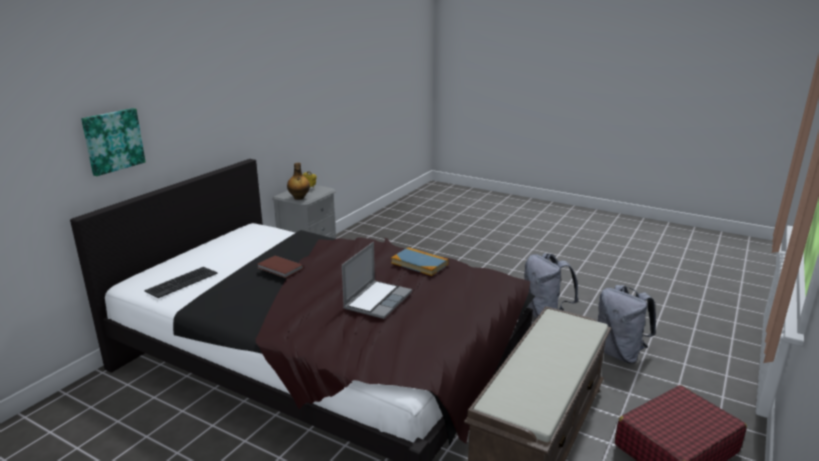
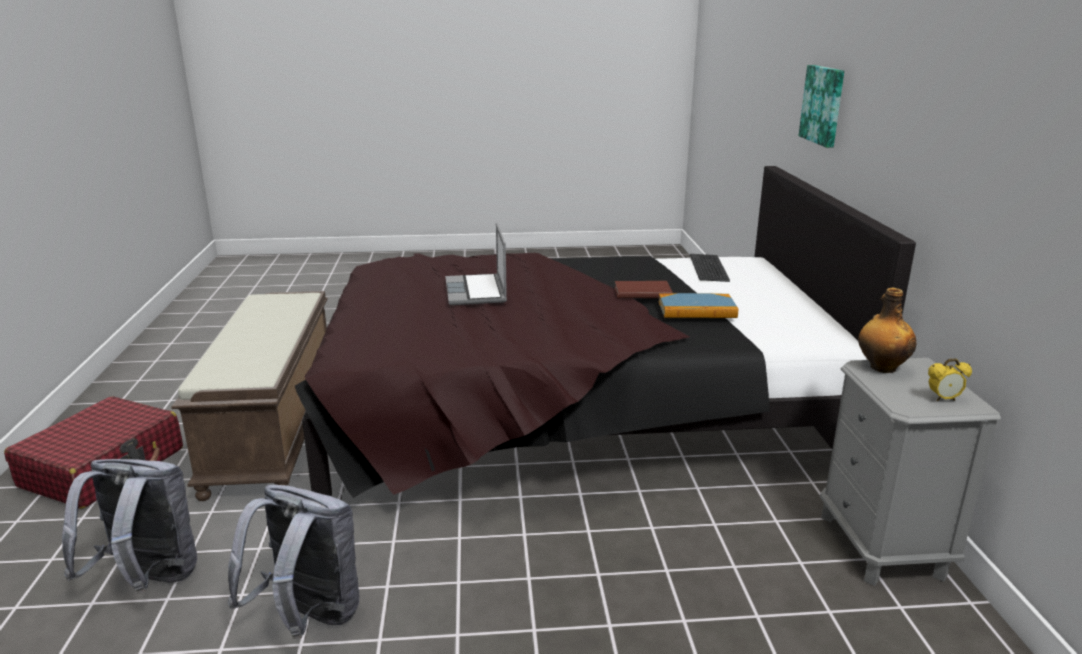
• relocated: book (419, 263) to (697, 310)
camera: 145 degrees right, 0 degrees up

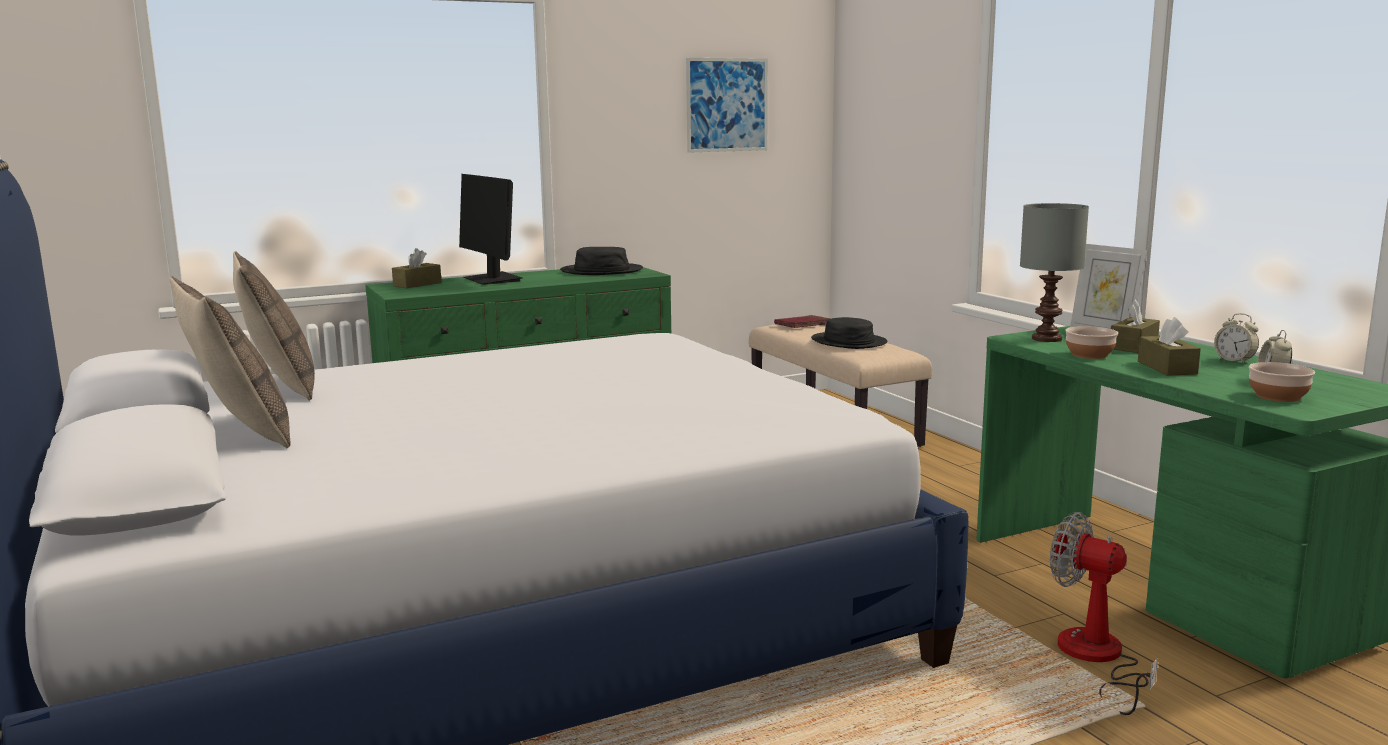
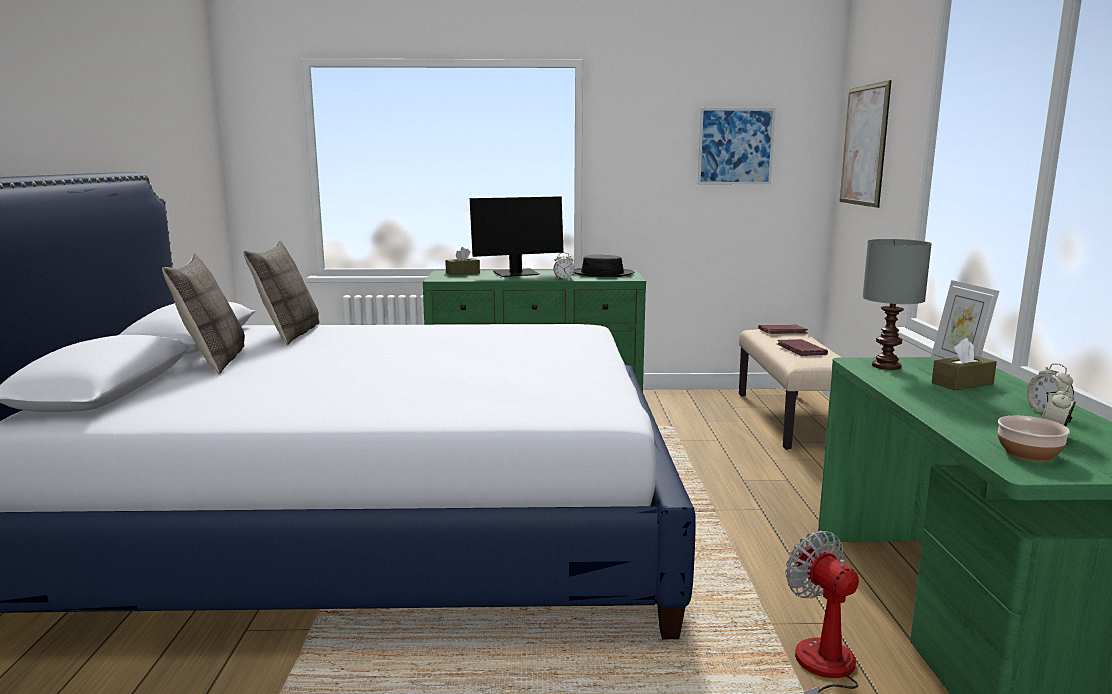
• spun: monitor (492, 279) = (516, 274) 105 degrees counterclockwise
• exchanged: black_hat (848, 342) to red_book (801, 350)
• missing: bowl (1089, 354)
• missing: brown_tissue_box (1167, 368)
• appeared: alarm_clock (563, 279)
• appeared: picture (864, 145)
camera: 25 degrees right, 0 degrees up

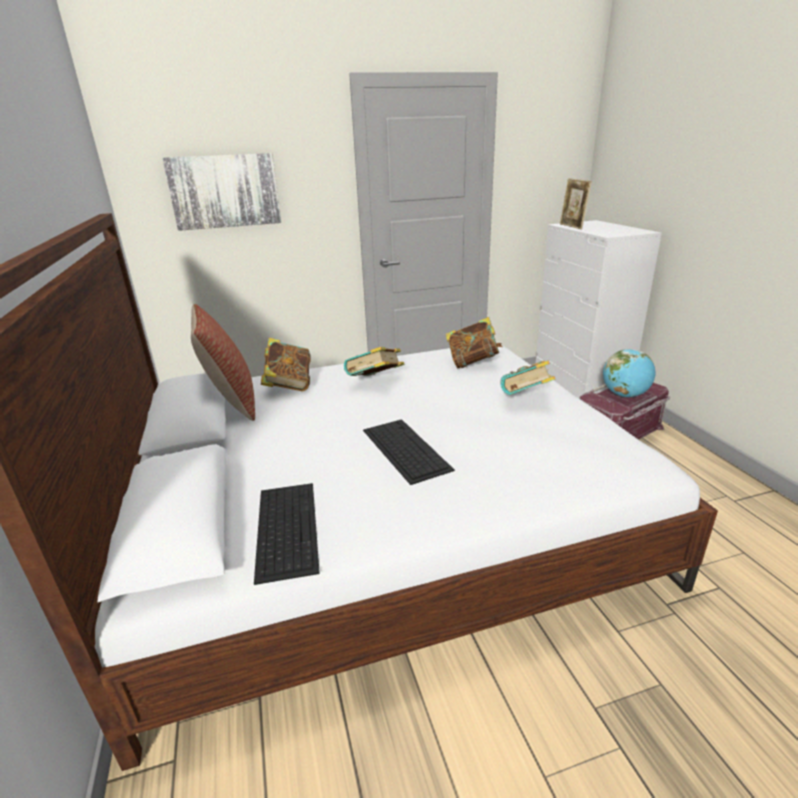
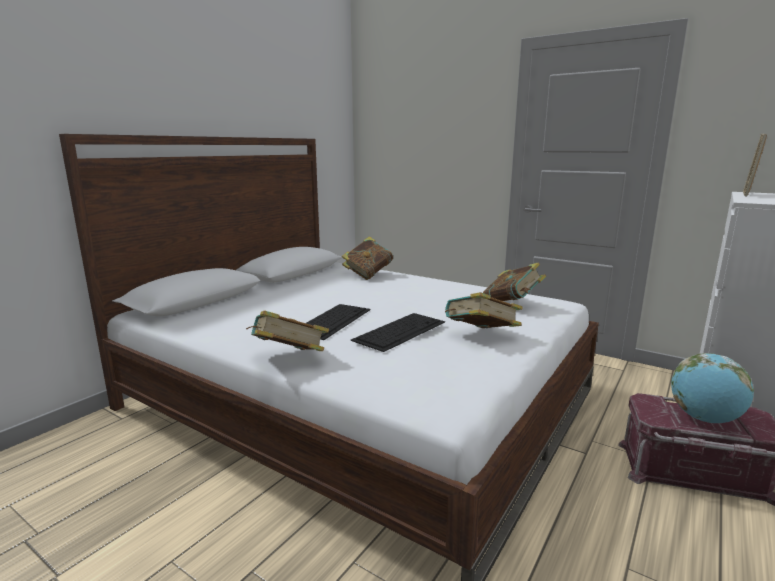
• missing: picture (225, 191)
• missing: pillow (231, 402)
• relocated: keyboard (286, 527) to (400, 330)
• relocated: book (375, 383) to (288, 359)
camera: 50 degrees right, 10 degrees down

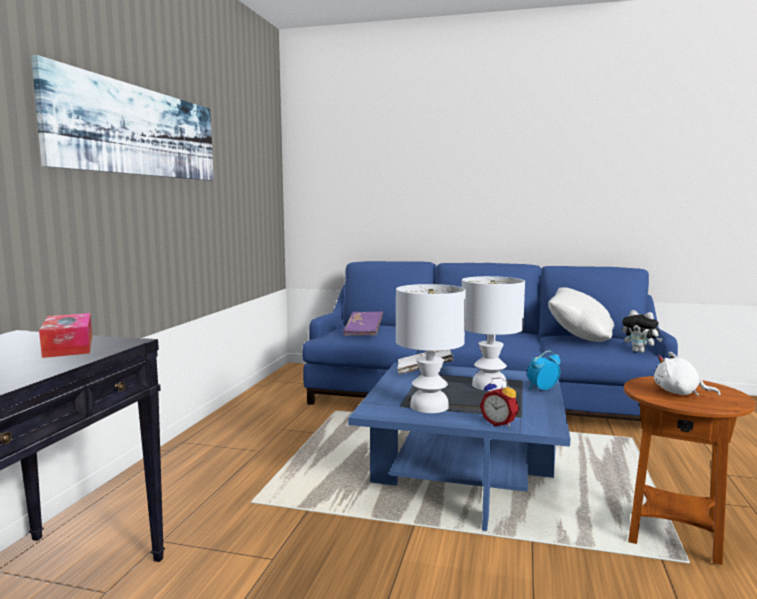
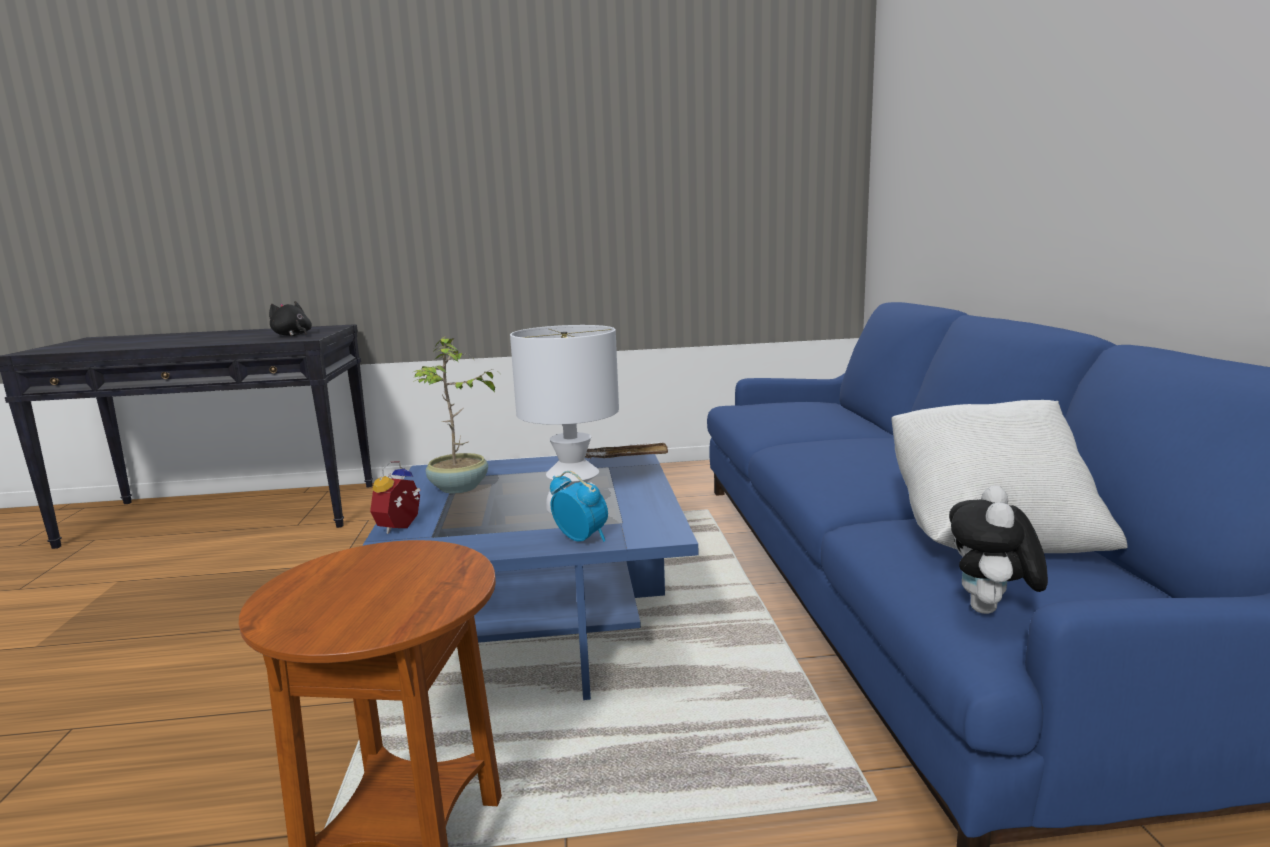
• missing: picture (140, 131)
• exchanged: tissue_box (68, 346) to black_plush_toy (292, 335)
• missing: purple_book (364, 331)
• exchanged: white_table_lamp (428, 406) to potted_plant (459, 488)
• missing: white_plush_toy (679, 393)
camera: 70 degrees right, 5 degrees up

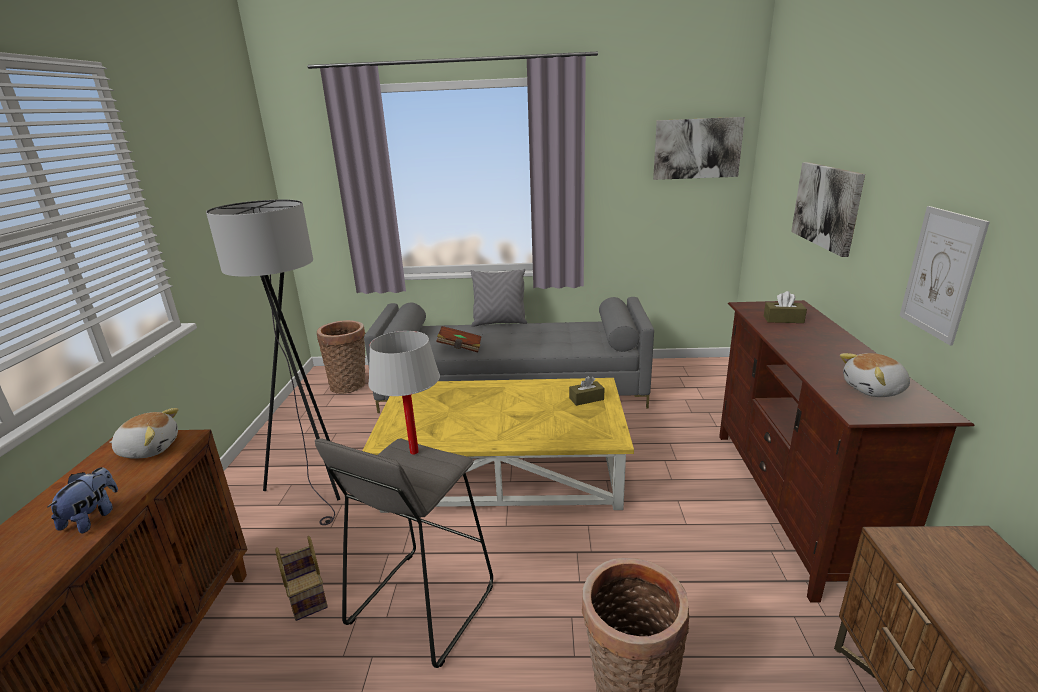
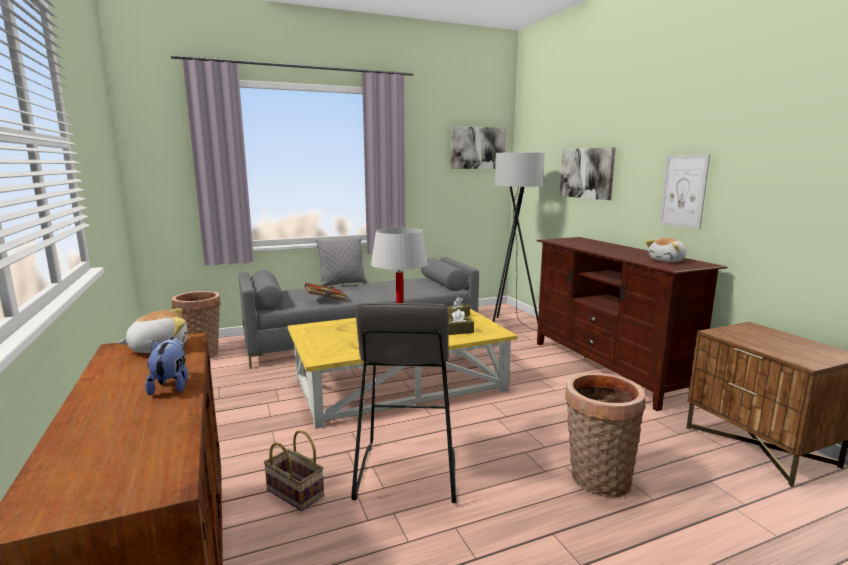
• relocated: grey_floor_lamp (317, 483) to (513, 326)
• relocated: brown_tissue_box (783, 319) to (458, 331)
camera: 25 degrees left, 10 degrees down

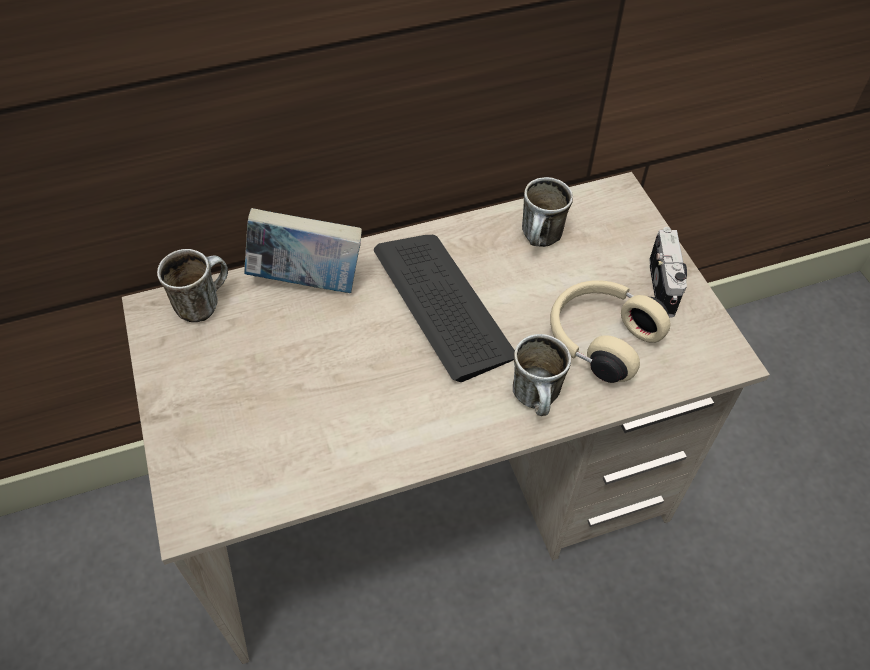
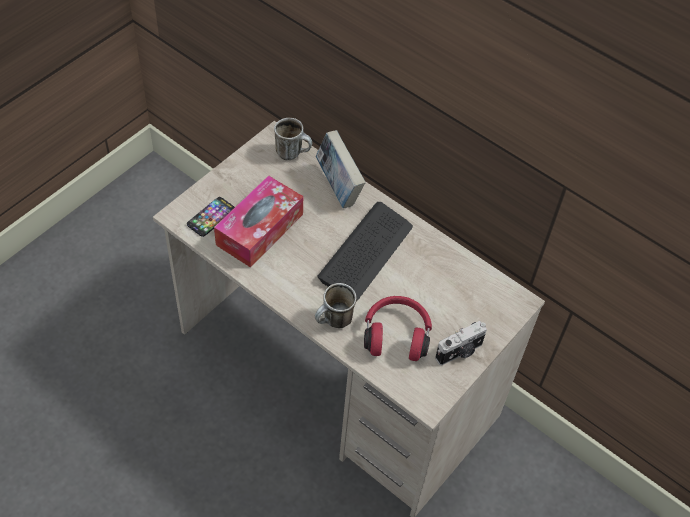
• missing: mug (541, 241)
• colour: beige_headphones (600, 339) to red_headphones (396, 334)
• appeared: phone (211, 217)
• appeared: tissue_box (260, 229)
camera: 55 degrees right, 0 degrees up

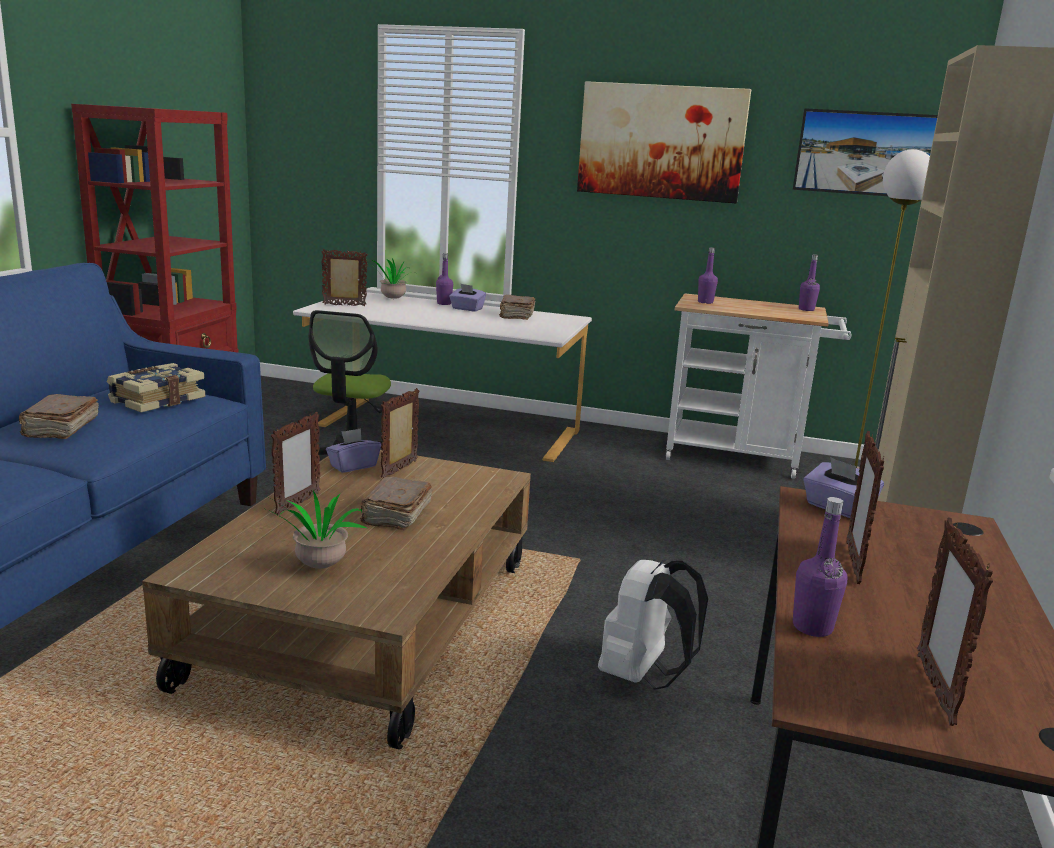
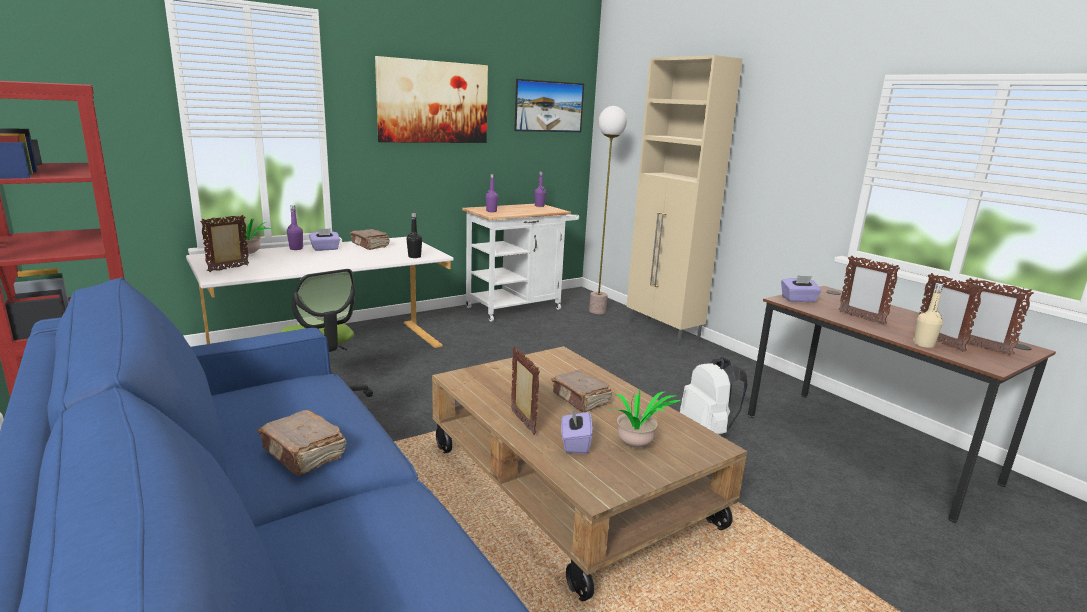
• missing: book (156, 400)
• relocated: purple_tissue_box (353, 466) to (575, 444)
• relocated: picture_frame (400, 470) to (938, 342)
• colour: purple_bottle (812, 627) to beige_bottle (923, 345)
• appeared: black_bottle (414, 256)
camera: 50 degrees left, 0 degrees up

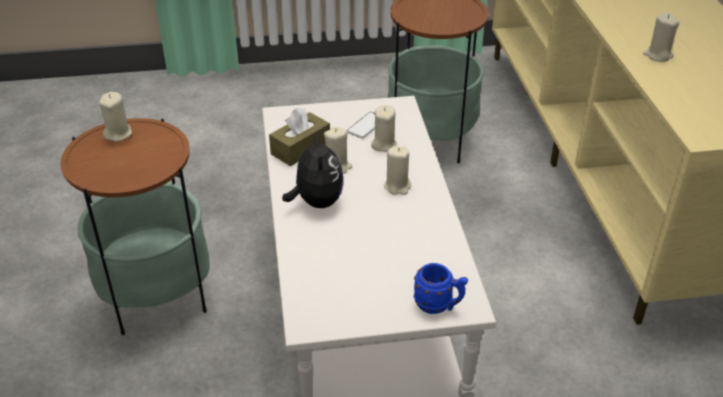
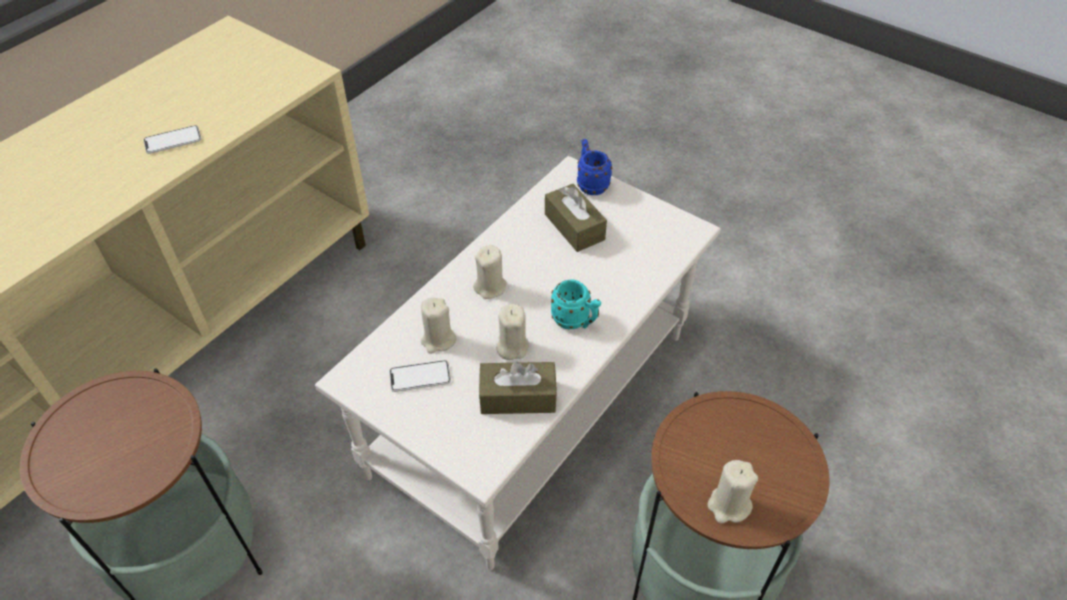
• exchanged: plush_toy (316, 202) to turquoise_mug (575, 321)
• exchanged: beige_candle (657, 55) to phone (173, 140)
• appeared: brown_tissue_box (574, 227)
camera: 135 degrees left, 10 degrees up

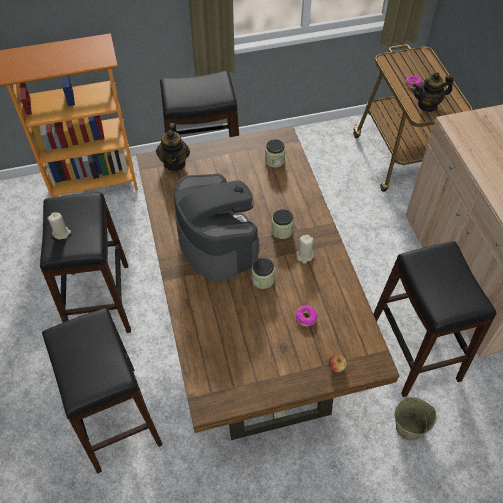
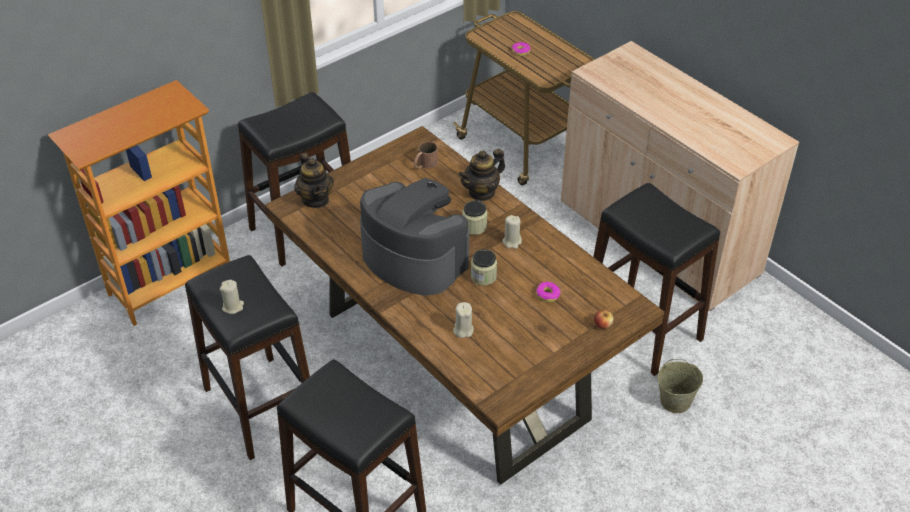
• exchanged: jar (274, 160) to brown_mug (424, 164)
• relocated: teapot (427, 105) to (482, 192)
• appeared: beige_candle (463, 330)
camera: 25 degrees left, 10 degrees down

